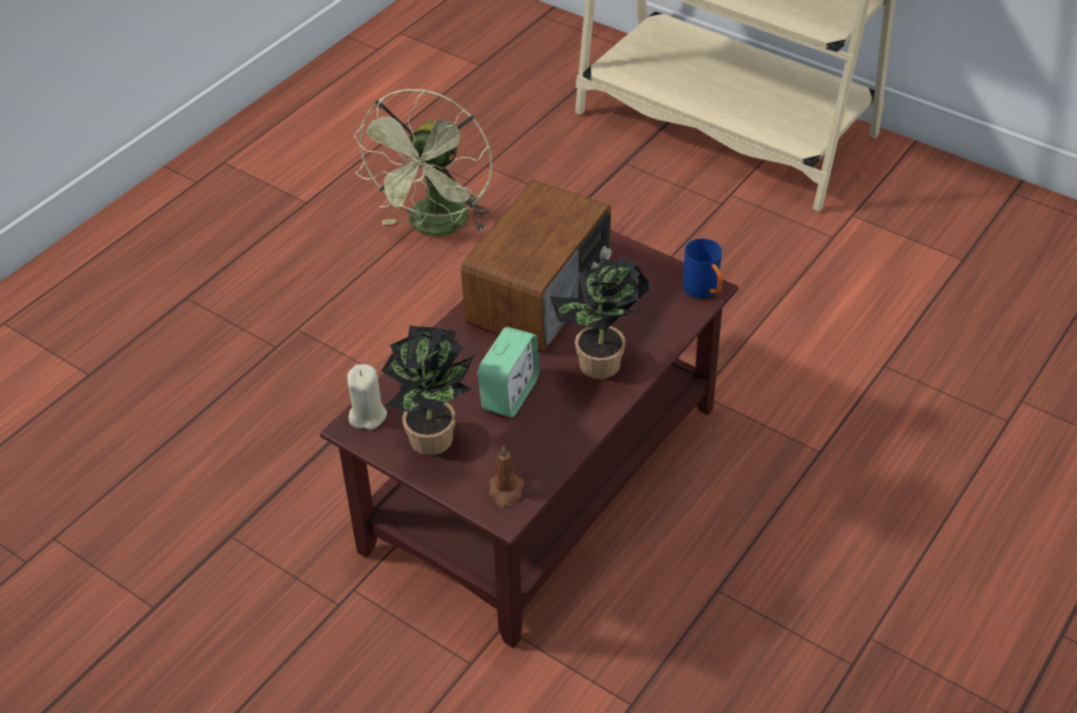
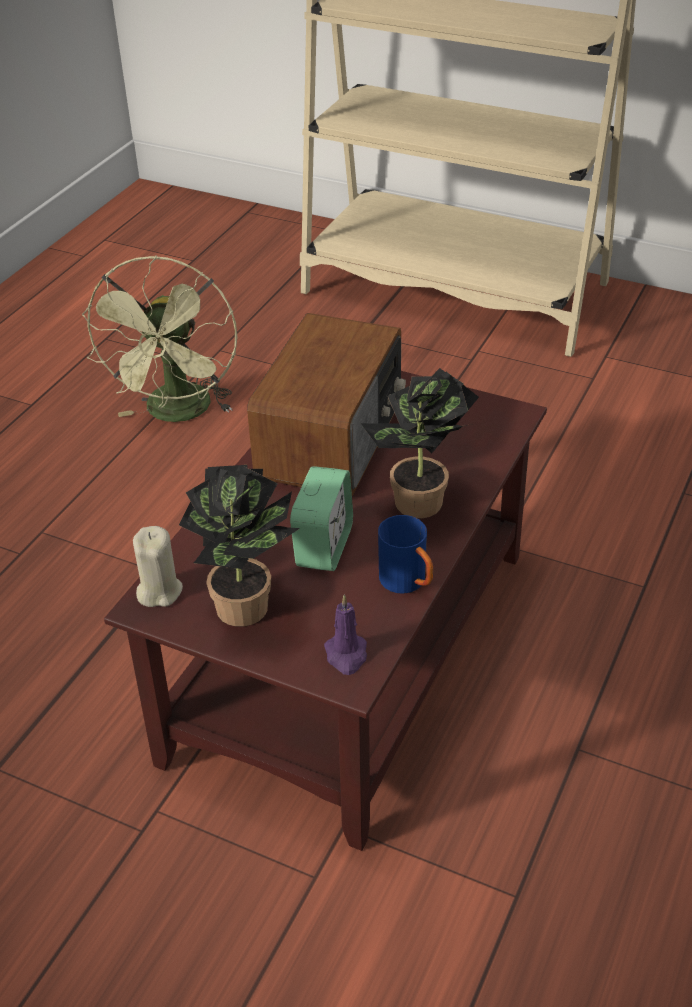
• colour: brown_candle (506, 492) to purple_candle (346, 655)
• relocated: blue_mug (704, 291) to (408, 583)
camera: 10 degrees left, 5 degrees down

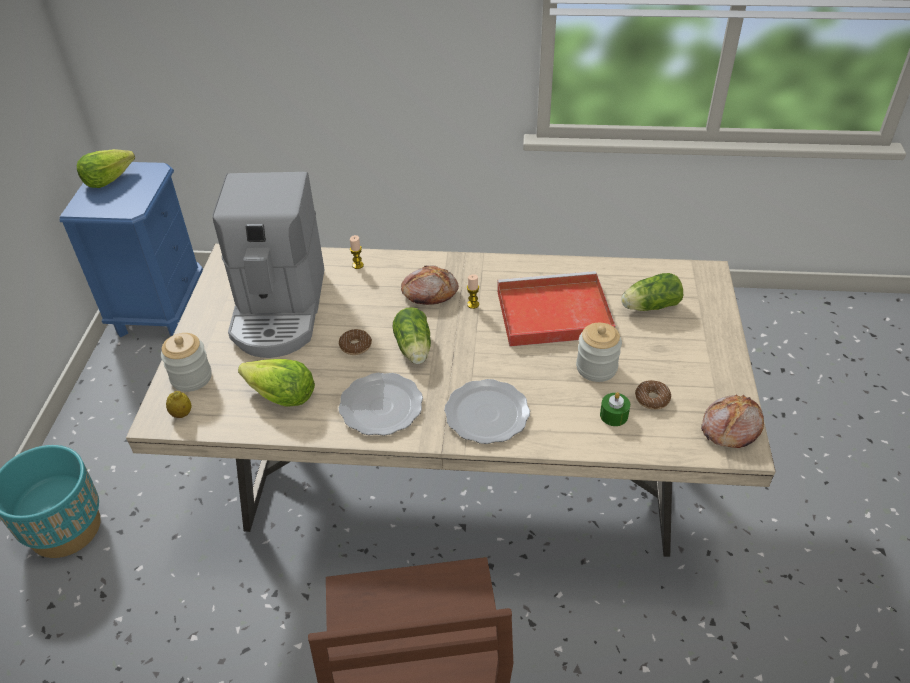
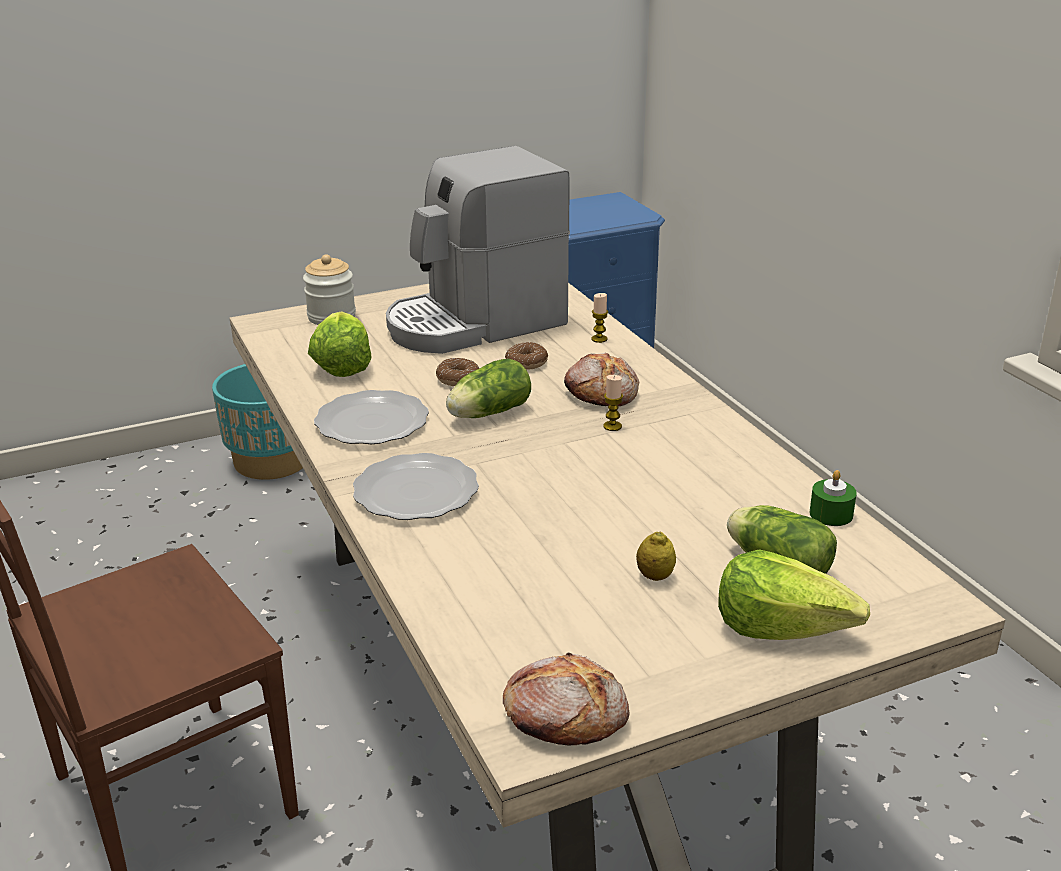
• relocated: lettuce (108, 179) to (782, 627)
• relocated: lemon (181, 414) to (655, 576)
• missing: red_tray (551, 314)
• missing: jar (596, 368)
• relocated: green_candle (614, 415) to (831, 514)
• relocated: donut (652, 399) to (526, 363)
camera: 60 degrees right, 15 degrees down

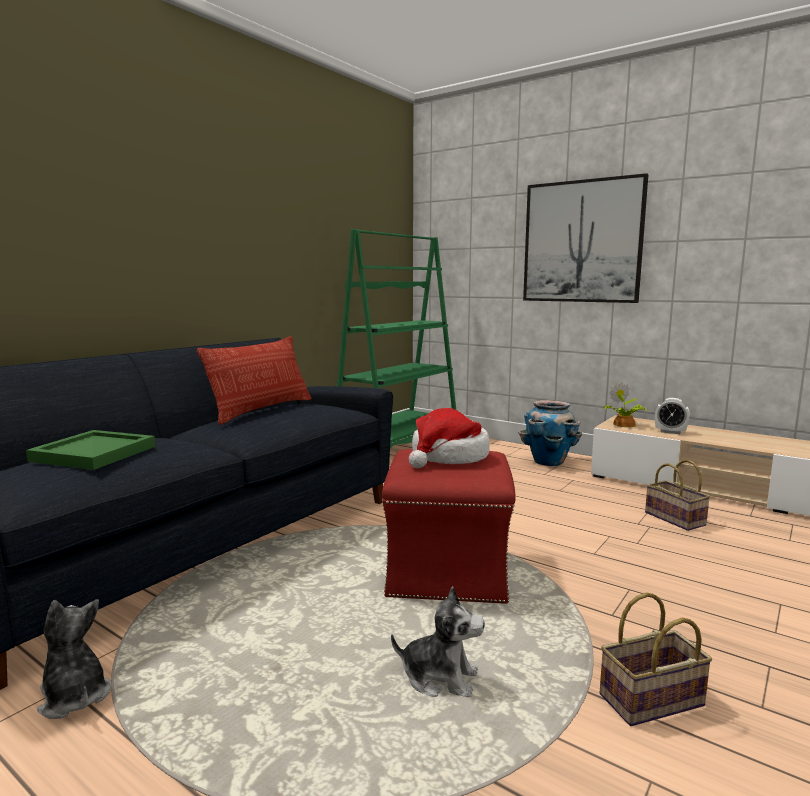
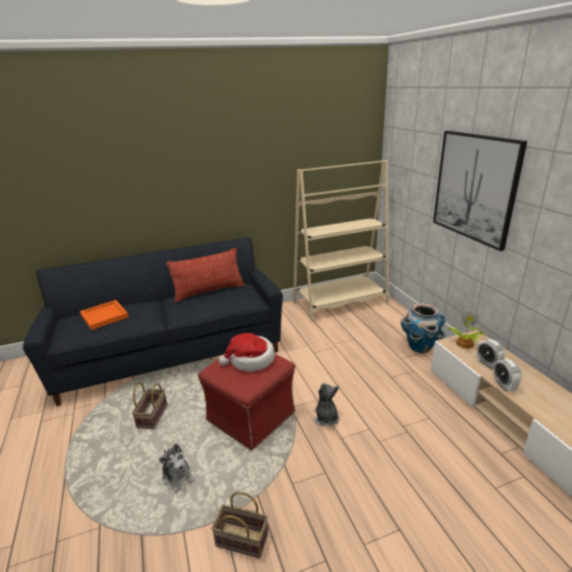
• colour: green_tray (94, 453) to orange_tray (105, 316)
• relocated: plush_toy (74, 697) to (326, 417)
• colour: green_bookcase (399, 446) to beige_bookcase (340, 303)
• relocated: basket (676, 519) to (153, 417)
• appeared: alarm_clock (504, 385)
camera: 35 degrees right, 15 degrees up

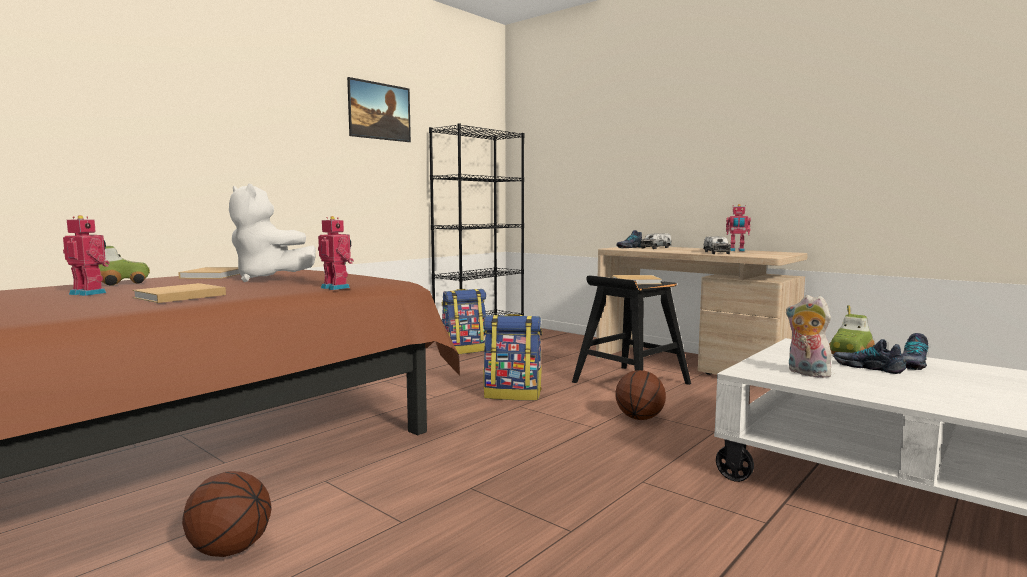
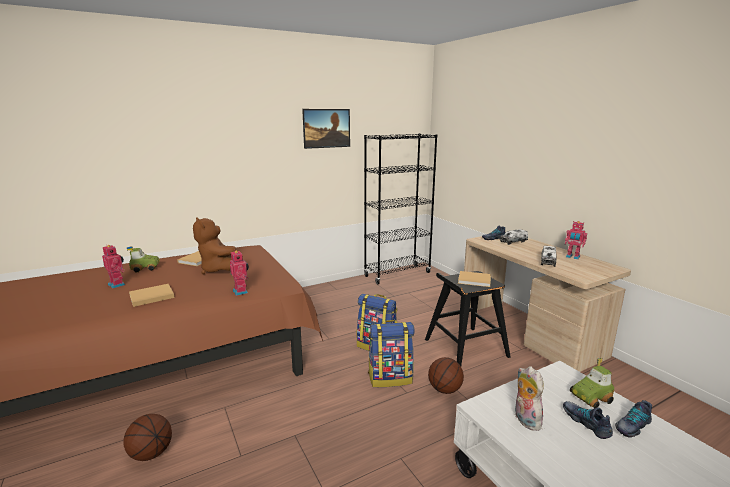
• colour: white_plush_toy (268, 279) to brown_plush_toy (219, 270)
• relocated: backpack (464, 350) to (390, 378)
camera: 20 degrees right, 10 degrees up

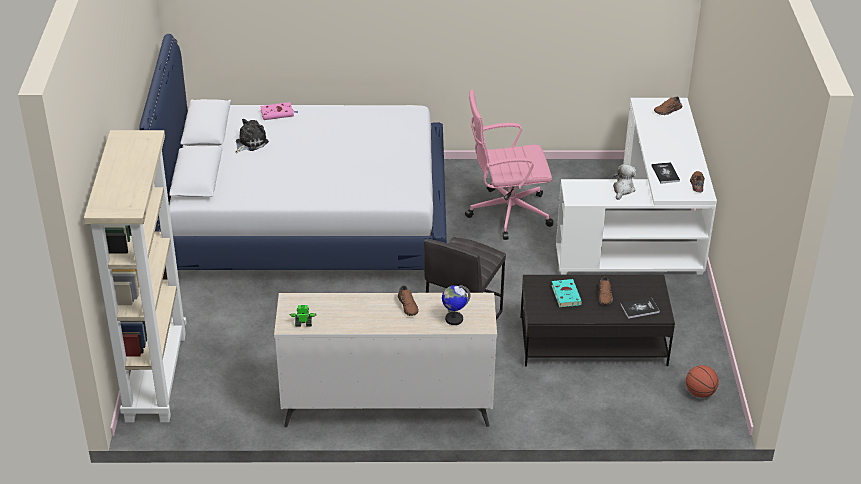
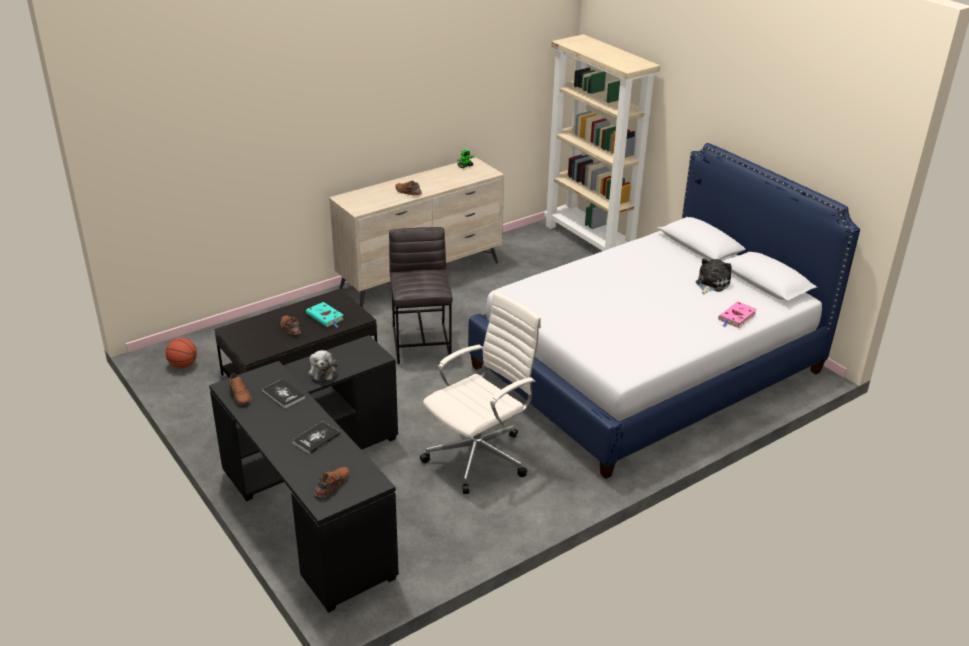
• spun: plush_toy (250, 143) = (711, 284) 150 degrees counterclockwise
• missing: globe (454, 319)
• colour: pink_office_chair (506, 213) to white_office_chair (480, 456)
• colour: white_desk (645, 230) to black_desk (316, 500)
• relocated: book (639, 309) to (316, 438)
camera: 145 degrees right, 5 degrees down

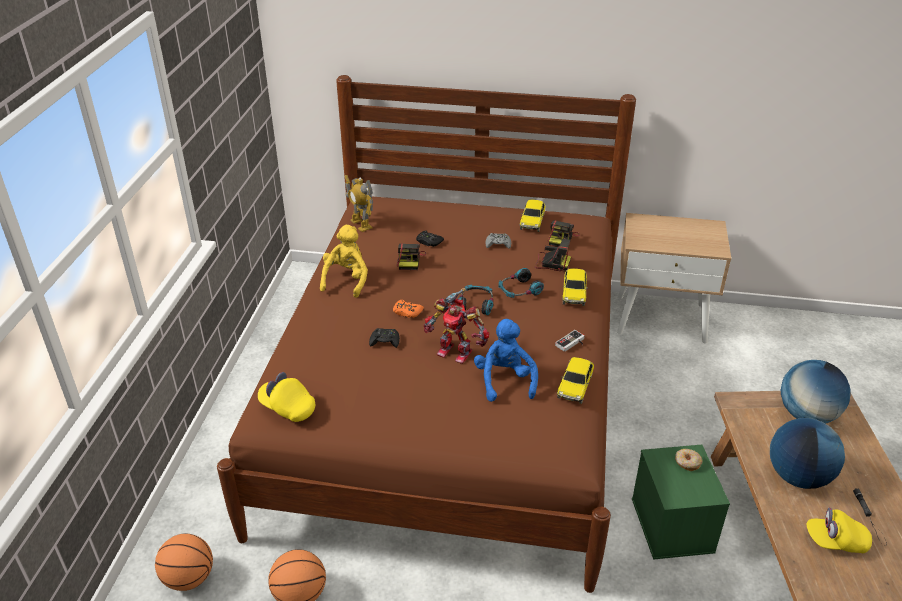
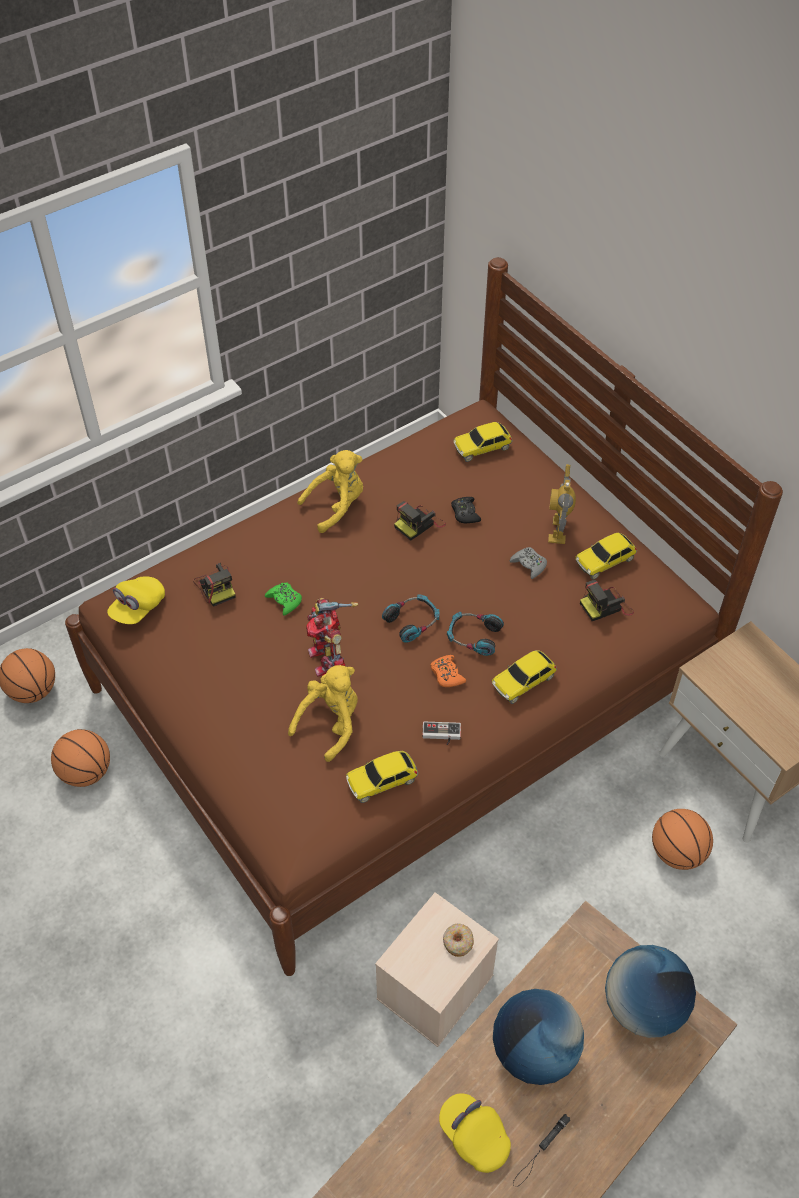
• spun: yellow_cap (287, 407) = (138, 608) 135 degrees counterclockwise
• relocated: toy_robot (361, 224) to (558, 530)
• colour: black_game_controller (385, 341) to green_game_controller (284, 600)
• relocated: orange_game_controller (407, 312) to (447, 674)
• colour: blue_plush_toy (504, 380) to yellow_plush_toy (330, 723)
• relocated: photo_camera (551, 263) to (216, 586)
• colour: green_storage_box (673, 526) to beige_storage_box (435, 989)
• appeared: toy_car (482, 447)
• appeared: basketball (677, 853)
camera: 45 degrees right, 15 degrees up

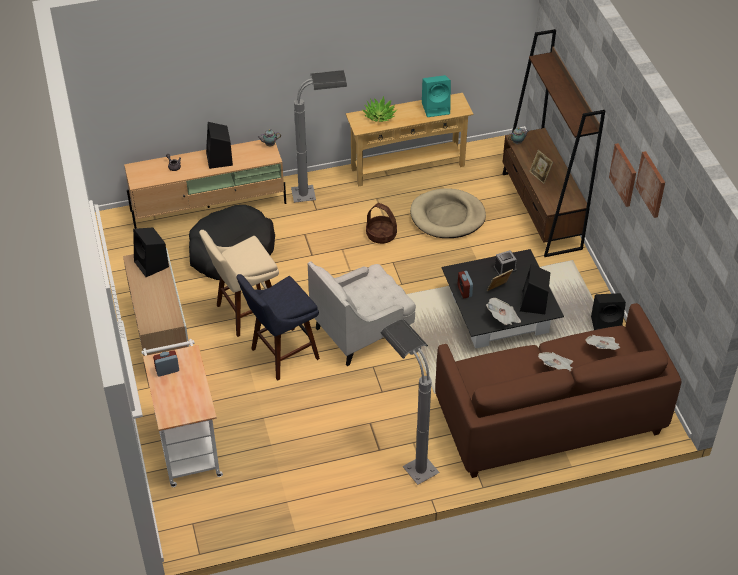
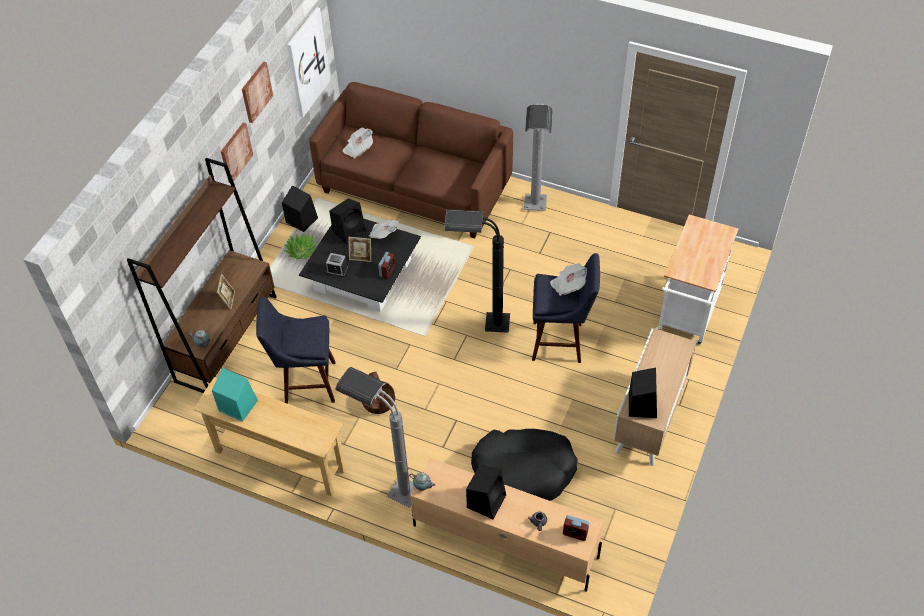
• relocated: alarm_clock (167, 370) to (575, 533)
• missing: beige_stool (244, 313)
• exchanged: white_armchair (362, 331) to black_floor_lamp (480, 323)
• relocated: potted_plant (379, 115) to (301, 251)
• exchanged: beige_dog_bed (447, 216) to blue_stool (305, 383)
• relocated: newspaper (556, 367) to (568, 285)
• appeared: picture (307, 62)
camera: 140 degrees left, 5 degrees up

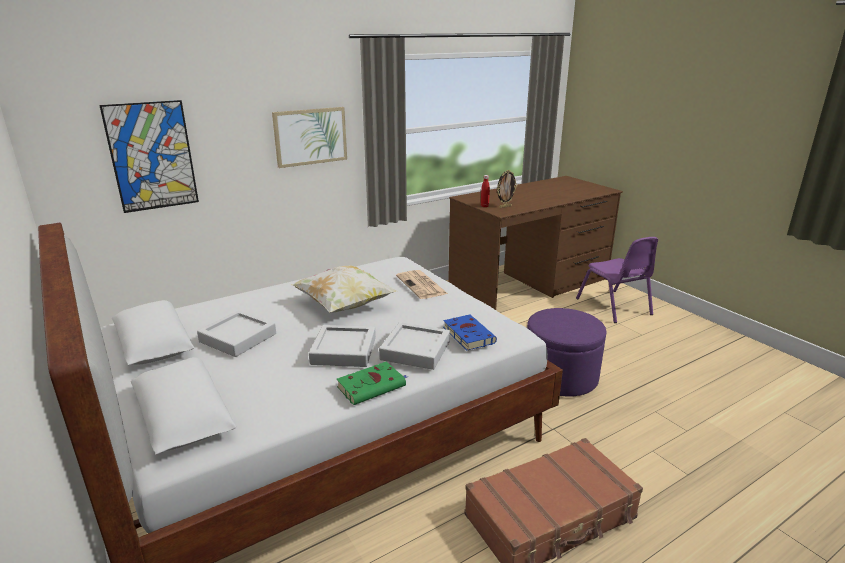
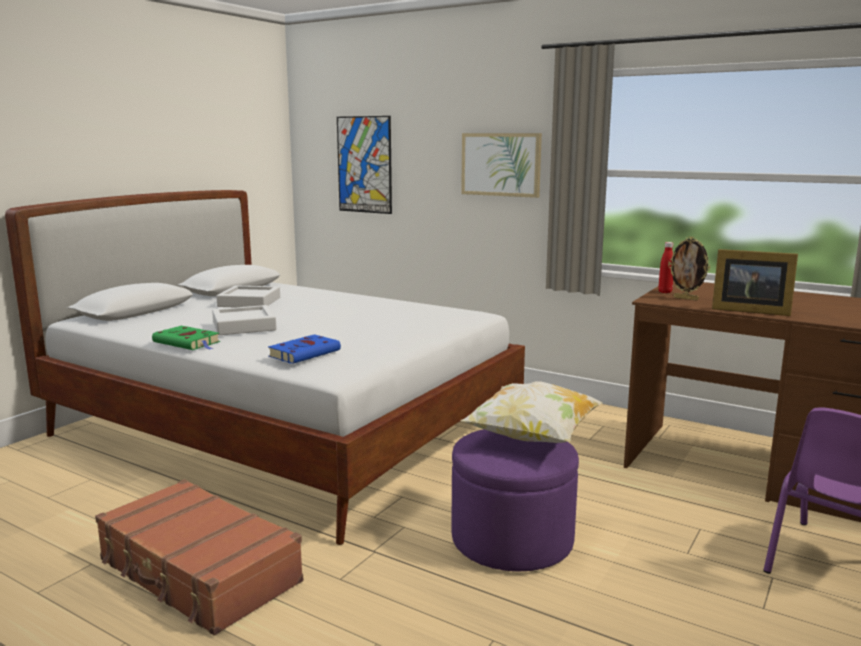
• relocated: pillow (344, 305) to (532, 438)
• missing: grey_tray (415, 350)
• missing: newspaper (422, 285)
• appeared: picture_frame (748, 310)
camera: 65 degrees right, 10 degrees down

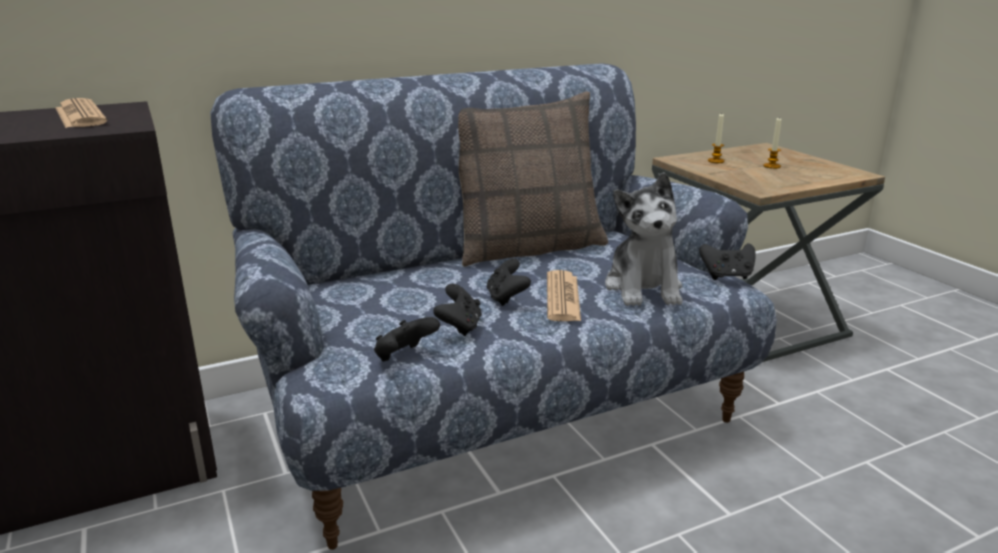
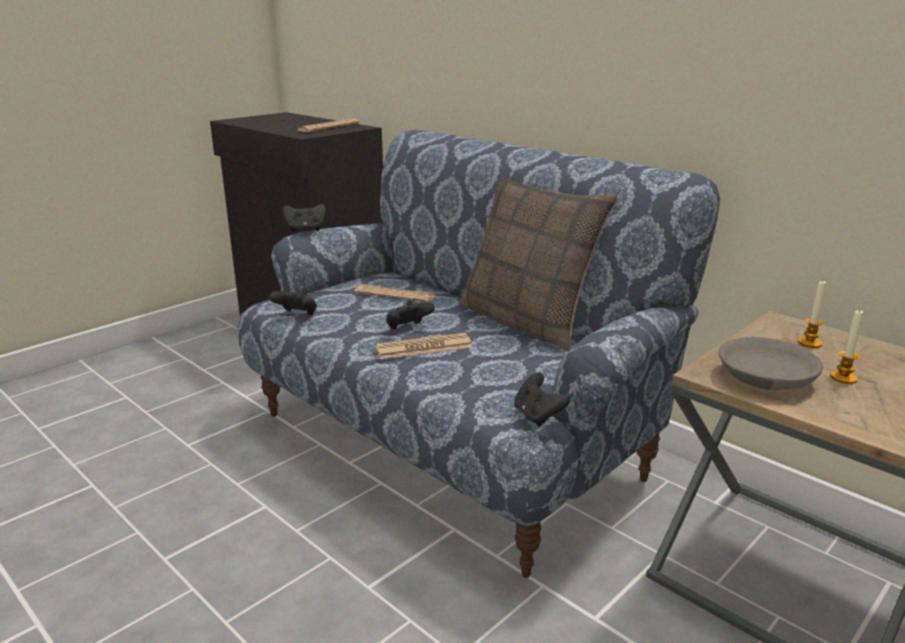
• relocated: black_game_controller (459, 327) to (305, 230)
• missing: plush_toy (644, 288)
• appeared: newspaper (395, 294)
• appeared: grey_bowl (764, 377)
camera: 70 degrees right, 0 degrees up

